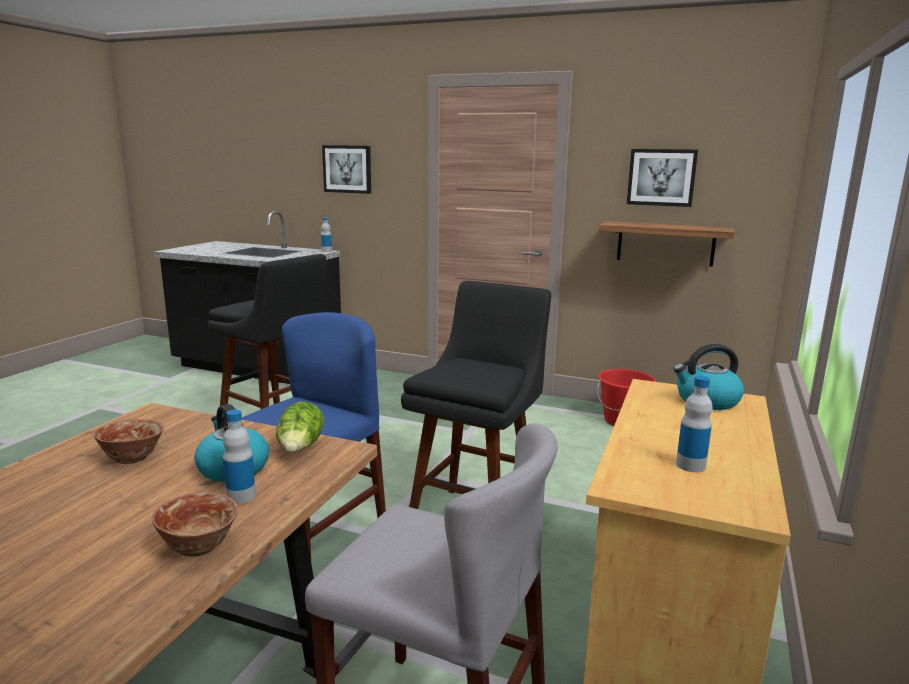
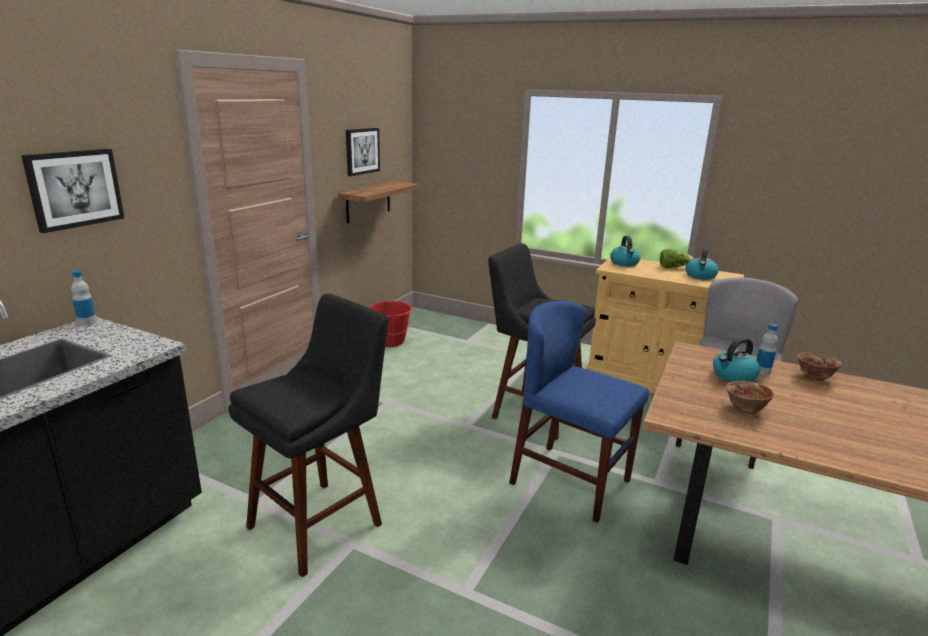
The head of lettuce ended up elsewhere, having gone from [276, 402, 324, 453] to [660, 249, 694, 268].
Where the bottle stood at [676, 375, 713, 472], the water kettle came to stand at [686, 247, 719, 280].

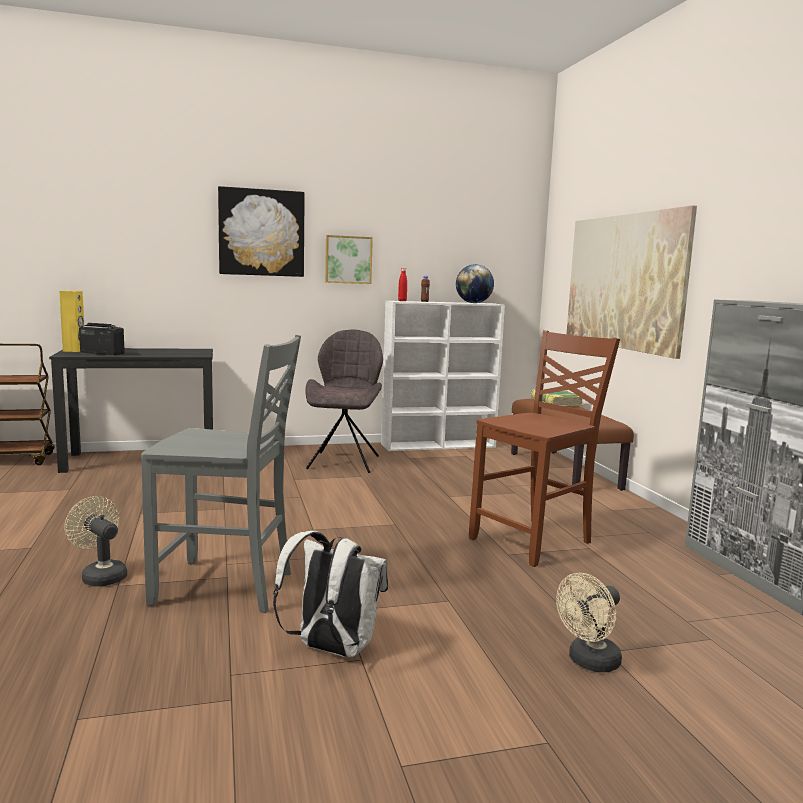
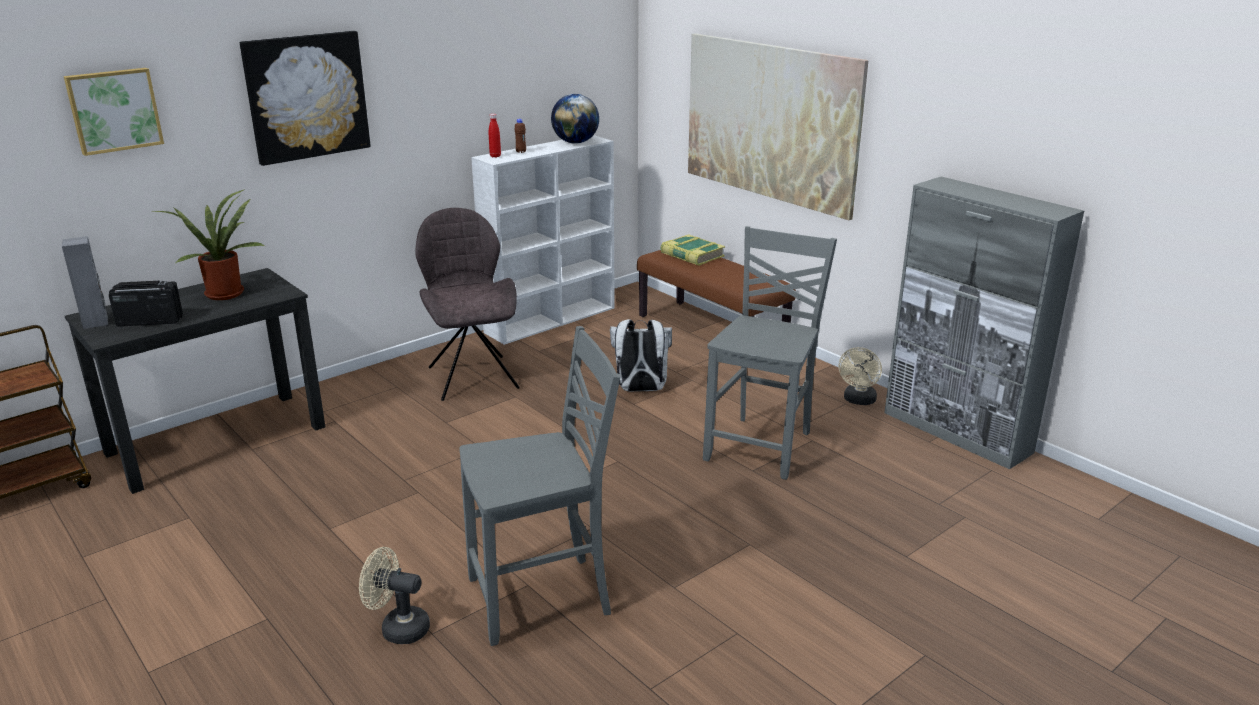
What was the yellow-coloured loudspeaker at [59, 291, 84, 352] turned into the gray loudspeaker at [62, 236, 108, 329].
The picture ended up elsewhere, having gone from [325, 235, 373, 284] to [64, 68, 164, 156].
The second view gained the houseplant at [151, 189, 266, 300].
The whitish rucksack ended up elsewhere, having gone from [273, 531, 388, 657] to [610, 319, 672, 391].
What was the brown-coloured upright chair at [469, 330, 620, 567] turned into the gray upright chair at [703, 226, 837, 480].
The beige-coloured electric fan ended up elsewhere, having gone from [556, 573, 622, 672] to [839, 347, 882, 405].

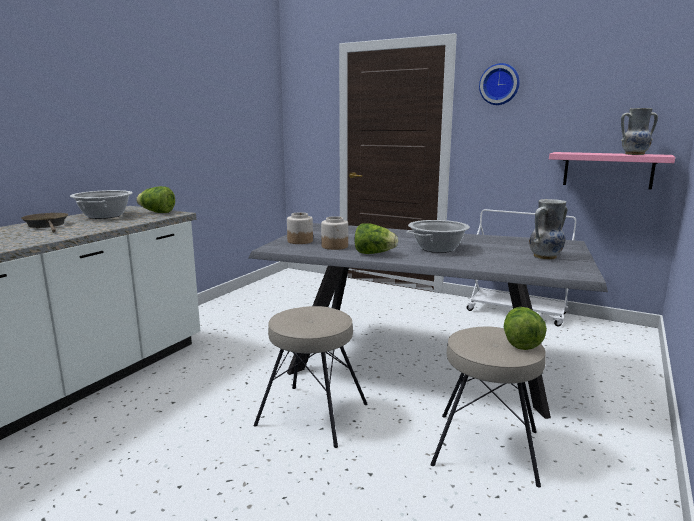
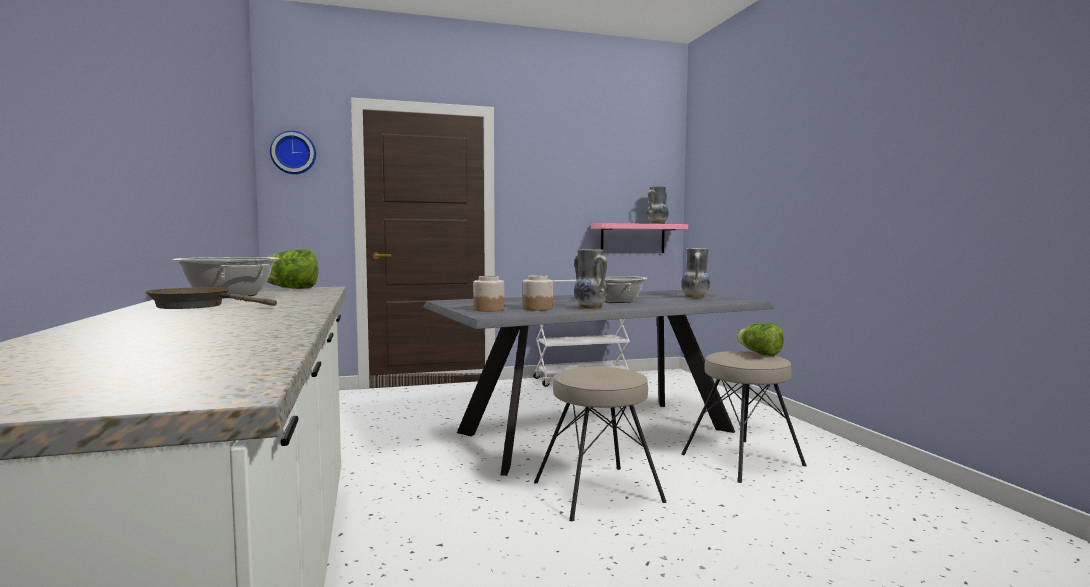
The clock on the wall ended up elsewhere, having gone from [479, 63, 520, 105] to [270, 131, 316, 174].
Where the head of lettuce stood at [355, 223, 398, 254], the decorative vase came to stand at [574, 249, 608, 309].

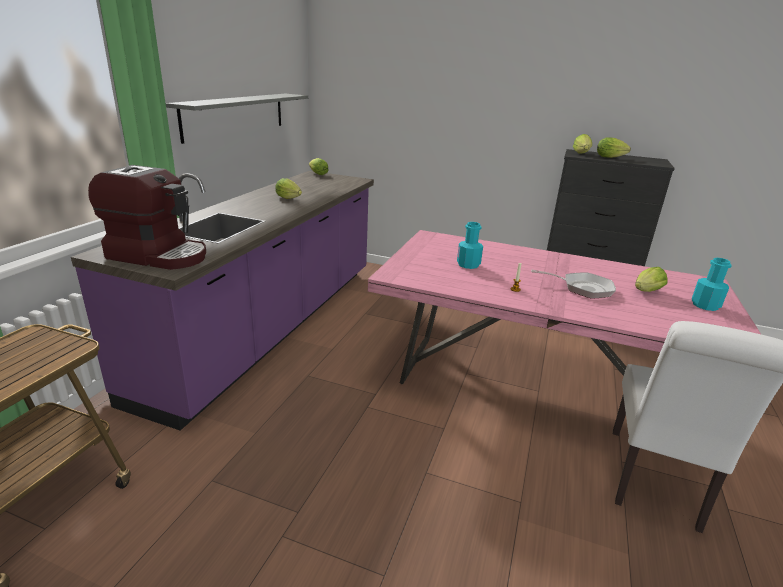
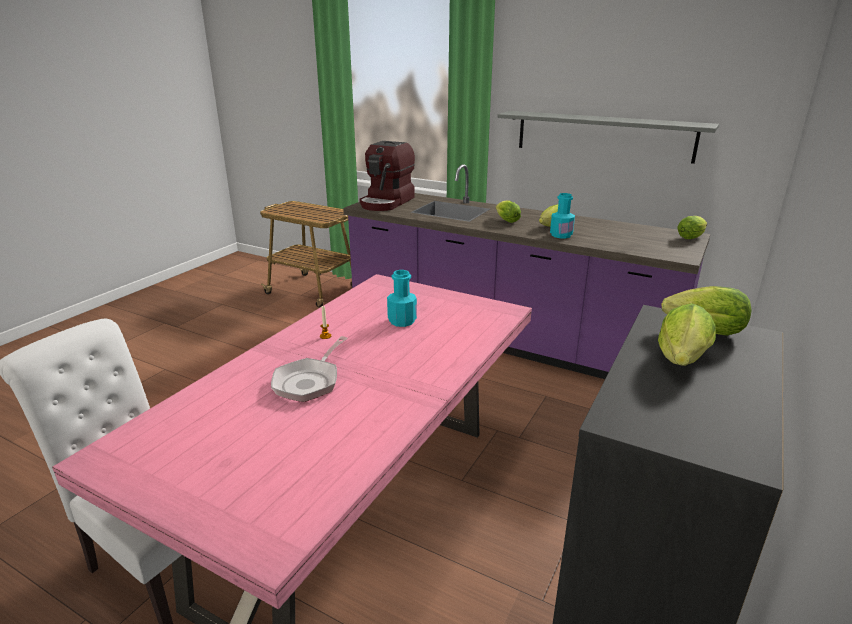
The head of lettuce ended up elsewhere, having gone from [635, 267, 668, 292] to [496, 200, 521, 223].
The turquoise-coloured bottle ended up elsewhere, having gone from [692, 258, 731, 311] to [550, 193, 575, 238].

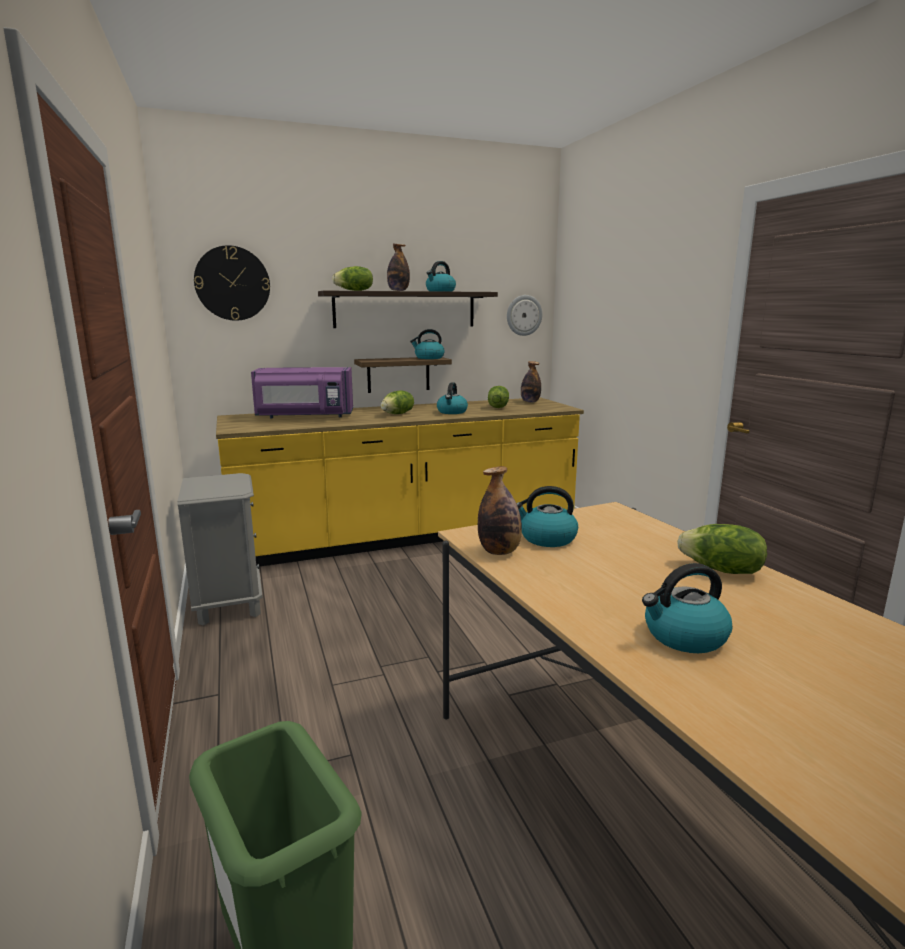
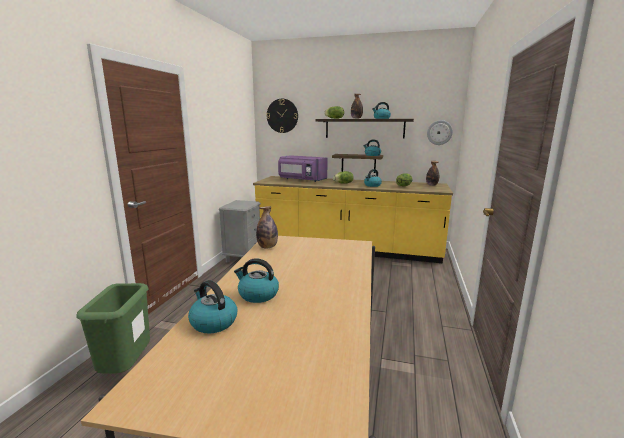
The water kettle ended up elsewhere, having gone from [516, 486, 578, 547] to [188, 280, 237, 334].
The second view lost the head of lettuce at [677, 524, 767, 574].

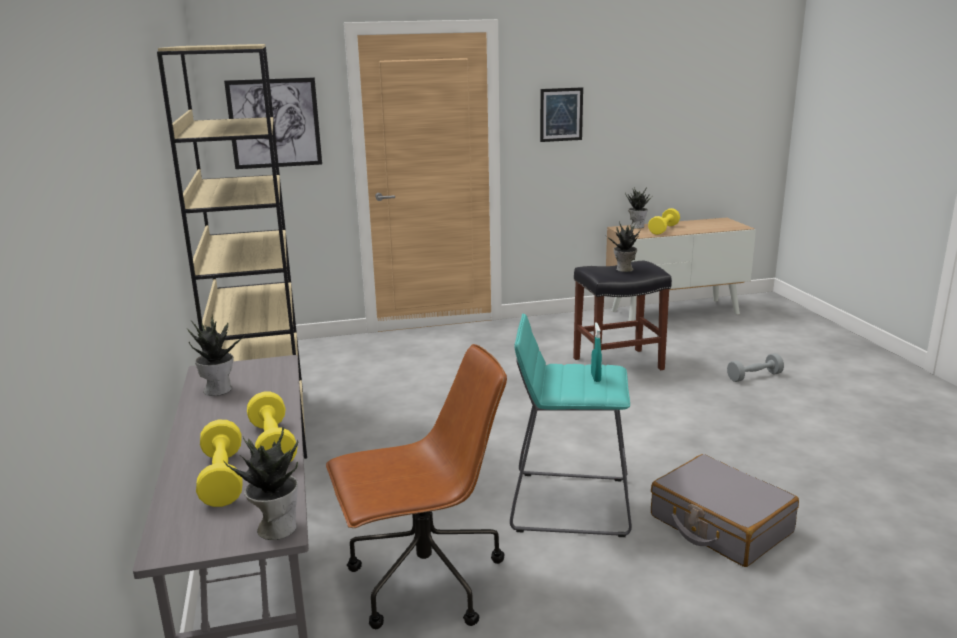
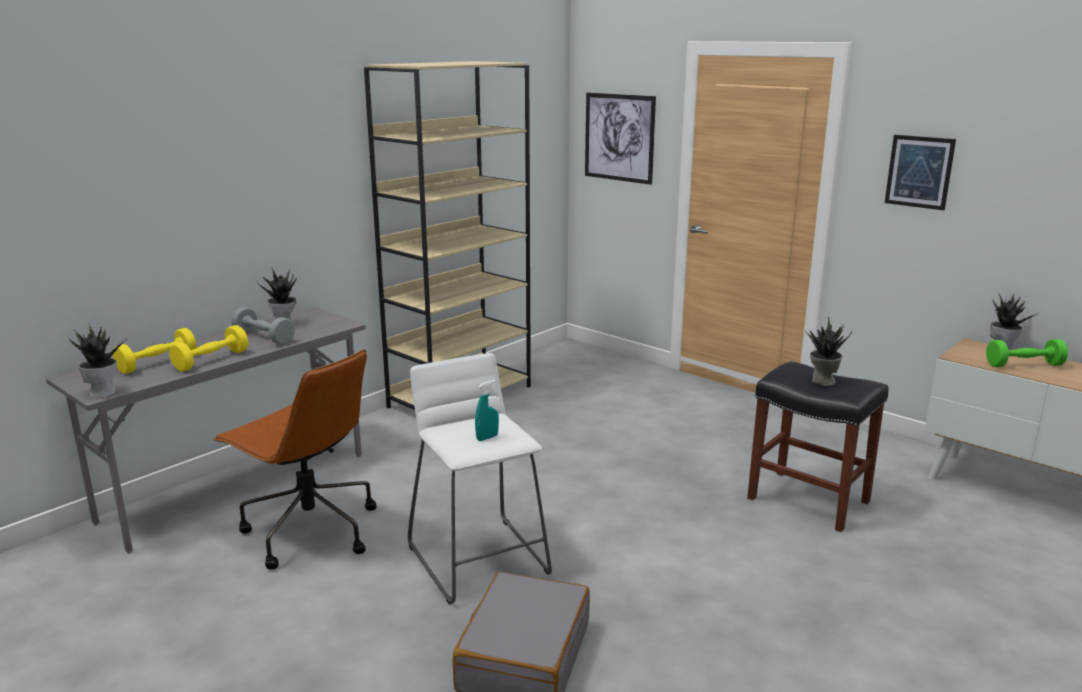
The gray dumbbell ended up elsewhere, having gone from [727, 353, 784, 382] to [231, 307, 295, 345].
What was the turquoise-coloured sitting stool at [510, 313, 632, 537] turned into the whitish sitting stool at [408, 353, 552, 605].
What was the yellow-coloured dumbbell at [648, 208, 680, 235] turned into the greenish dumbbell at [986, 339, 1068, 367].

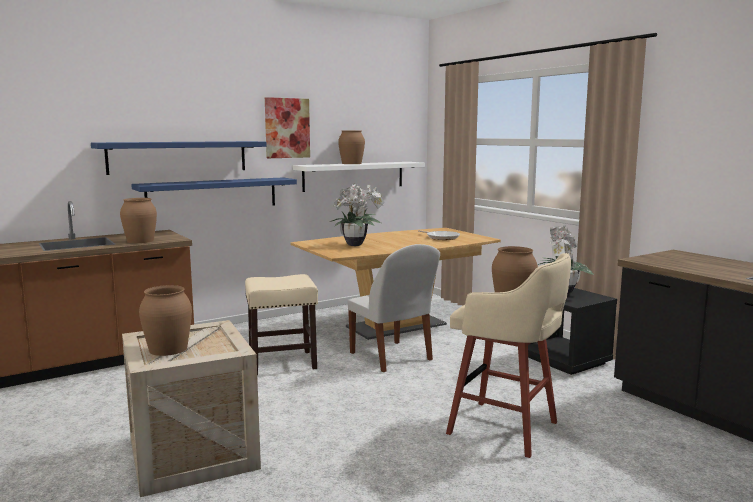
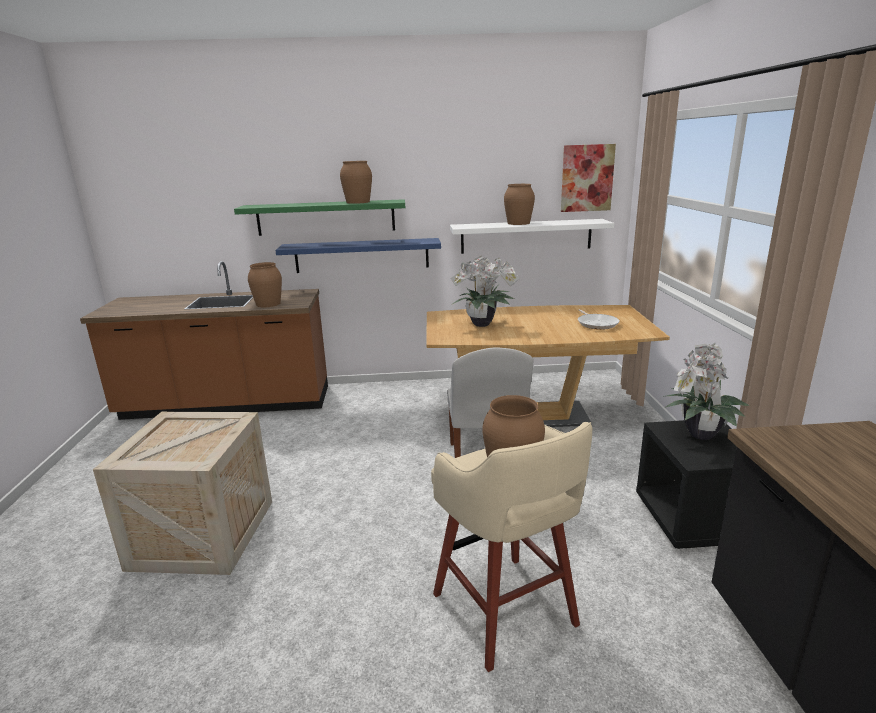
What was the blue bracket shelf at [91, 141, 267, 175] turned into the greenish bracket shelf at [234, 199, 405, 236].
The brown-coloured decorative vase ended up elsewhere, having gone from [139, 285, 192, 356] to [340, 161, 372, 204].
The picture ended up elsewhere, having gone from [265, 97, 310, 158] to [561, 144, 616, 212].
The second view lost the beige-coloured sitting stool at [245, 274, 318, 375].

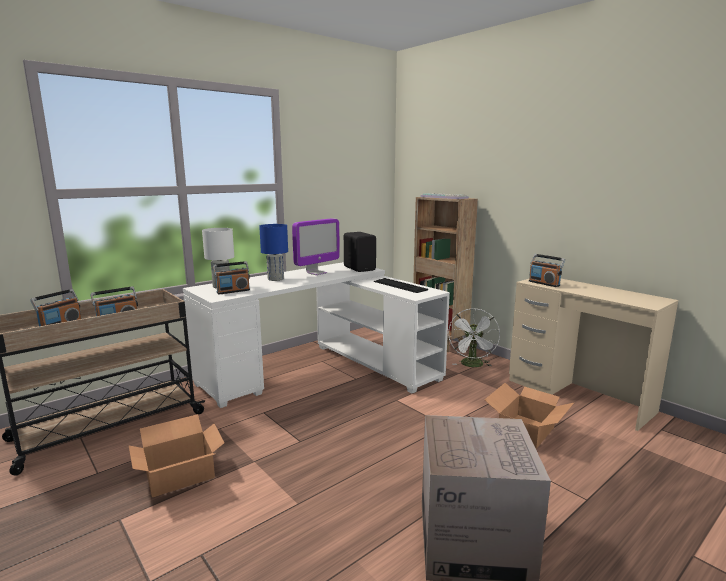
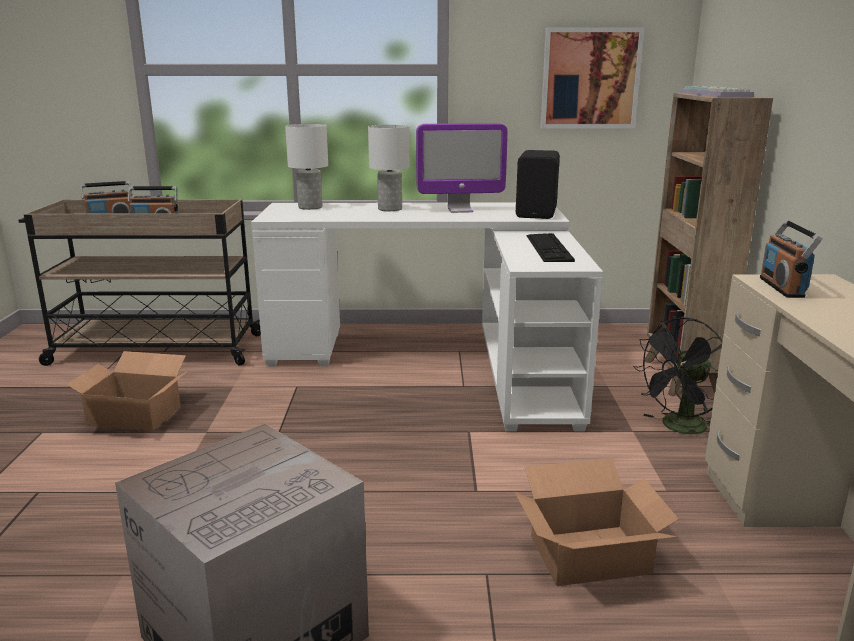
What was the blue lamp for a table at [259, 224, 288, 281] turned into the whitish lamp for a table at [368, 125, 410, 211].
The second view gained the picture at [541, 27, 644, 128].
What was the whitish electric fan at [448, 308, 500, 367] turned into the black-coloured electric fan at [633, 317, 722, 434].
The second view lost the radio receiver at [213, 261, 250, 294].

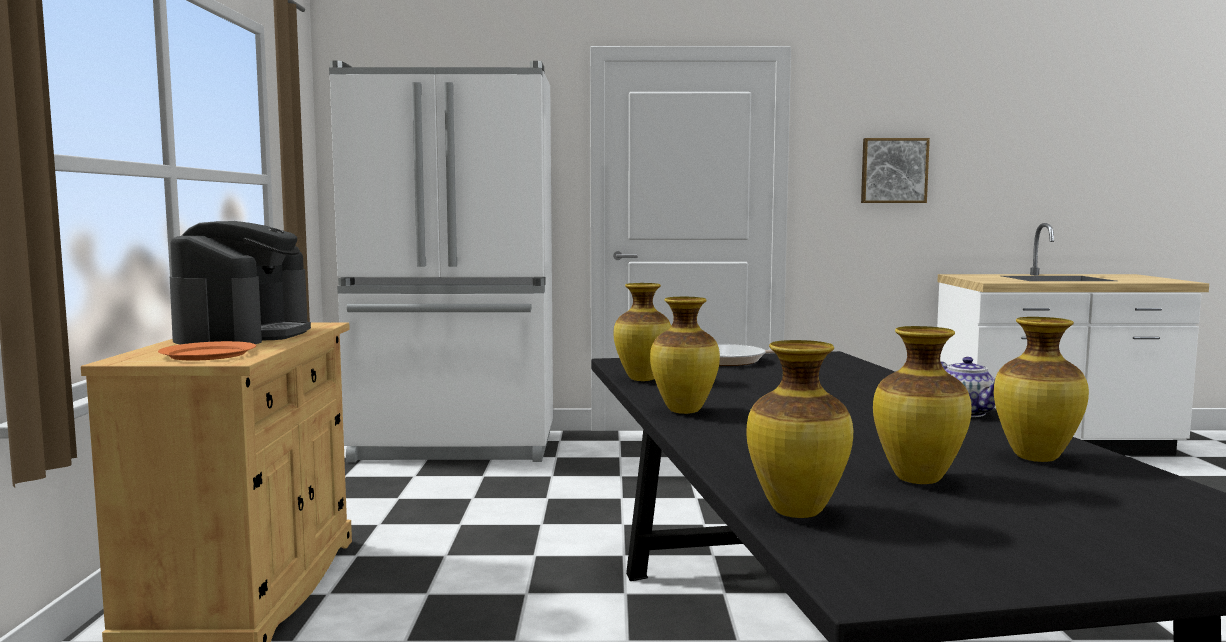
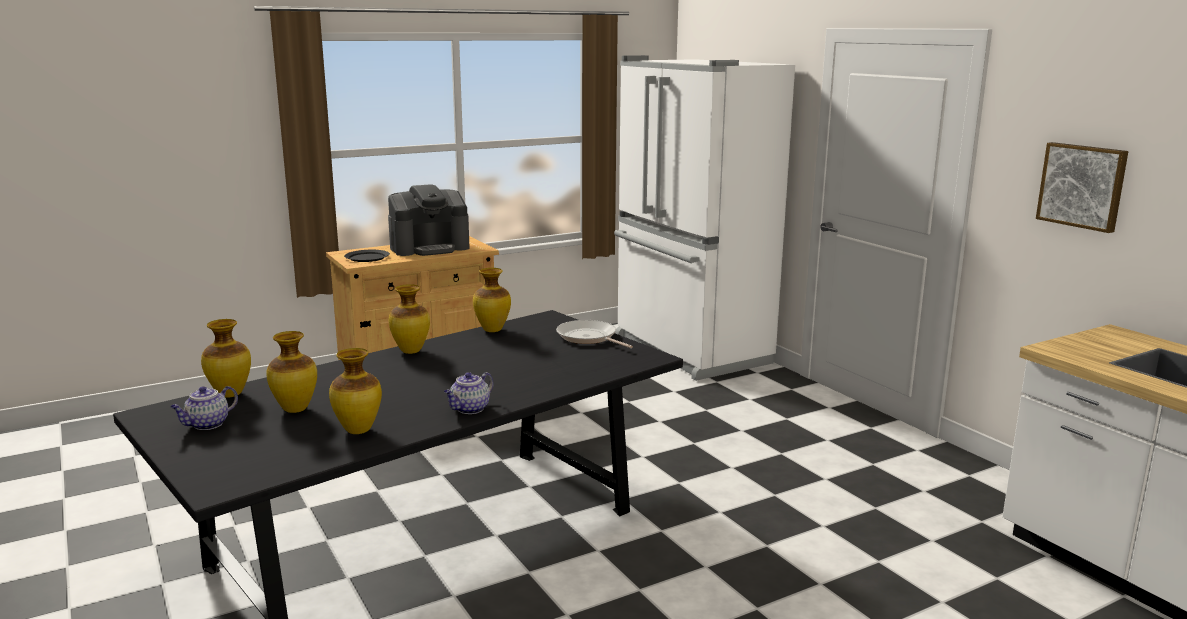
The second view gained the tea pot at [170, 386, 238, 430].
What was the orange-coloured flat dish at [158, 341, 256, 360] turned into the black-coloured flat dish at [344, 250, 390, 262].

